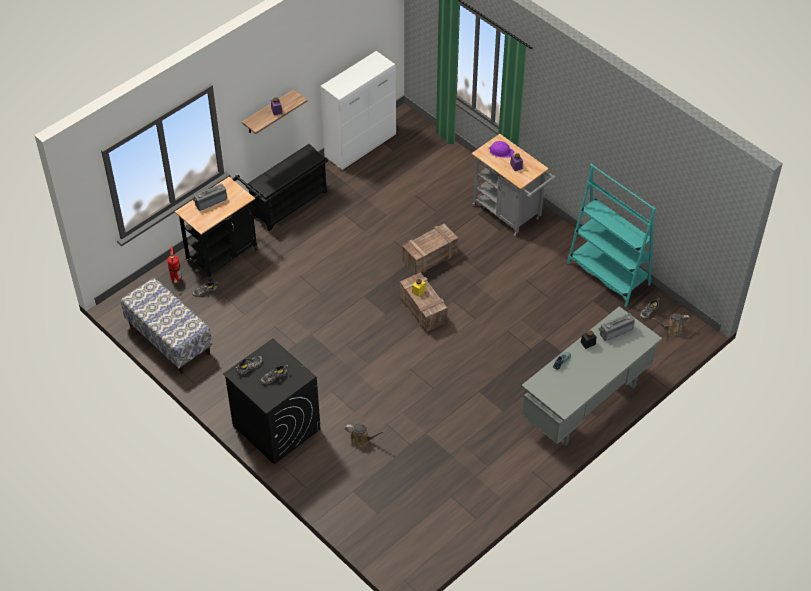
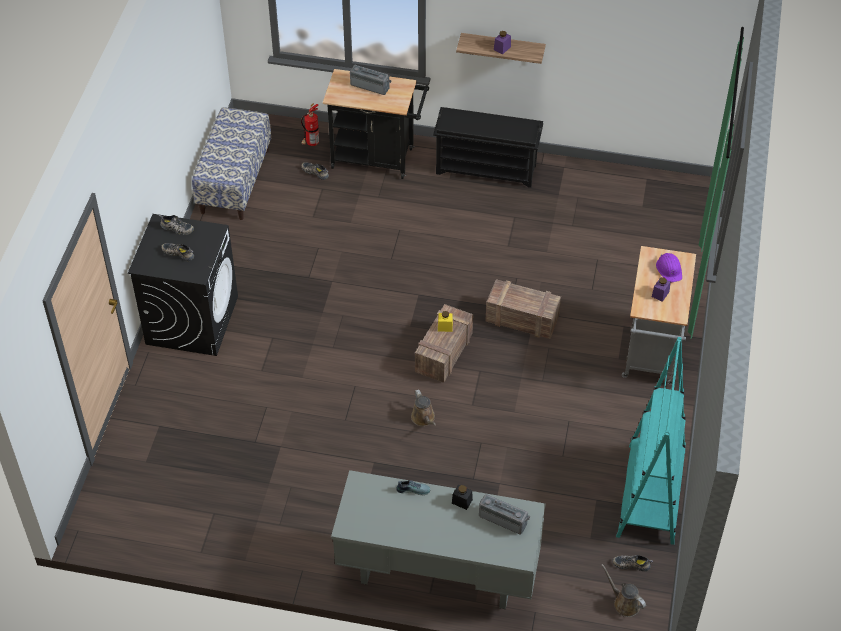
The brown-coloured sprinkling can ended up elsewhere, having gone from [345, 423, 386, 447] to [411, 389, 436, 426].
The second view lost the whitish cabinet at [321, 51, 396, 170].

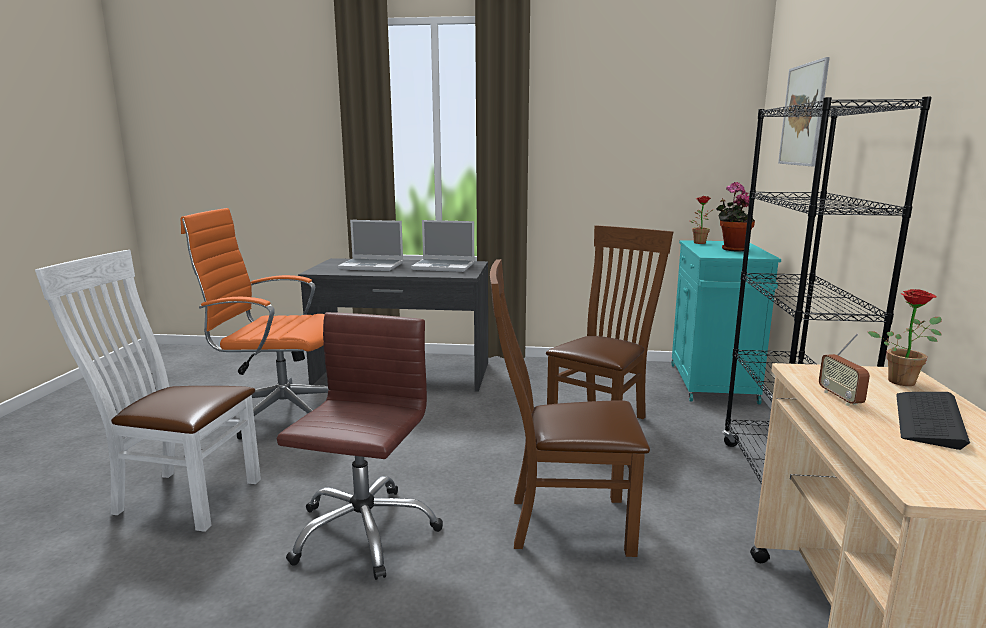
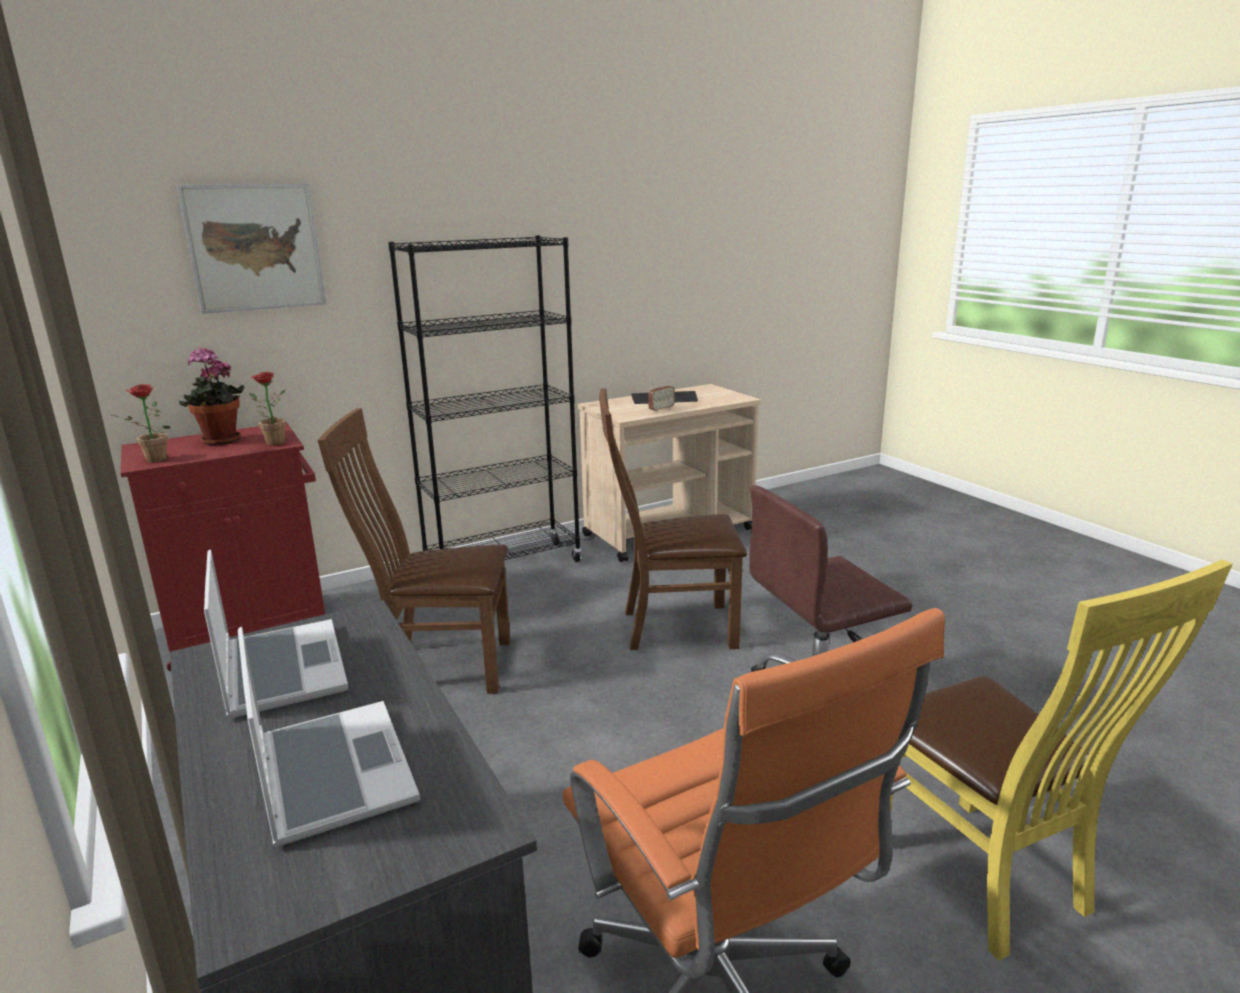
What was the turquoise-coloured cabinet at [671, 240, 781, 404] turned into the red-coloured cabinet at [120, 423, 325, 671].
The houseplant ended up elsewhere, having gone from [868, 289, 942, 386] to [249, 372, 286, 446].
The brown-coloured upright chair at [490, 259, 650, 557] ended up facing another way, 120 degrees clockwise from before.
What was the whitish upright chair at [35, 250, 261, 532] turned into the yellow-coloured upright chair at [890, 560, 1232, 960].

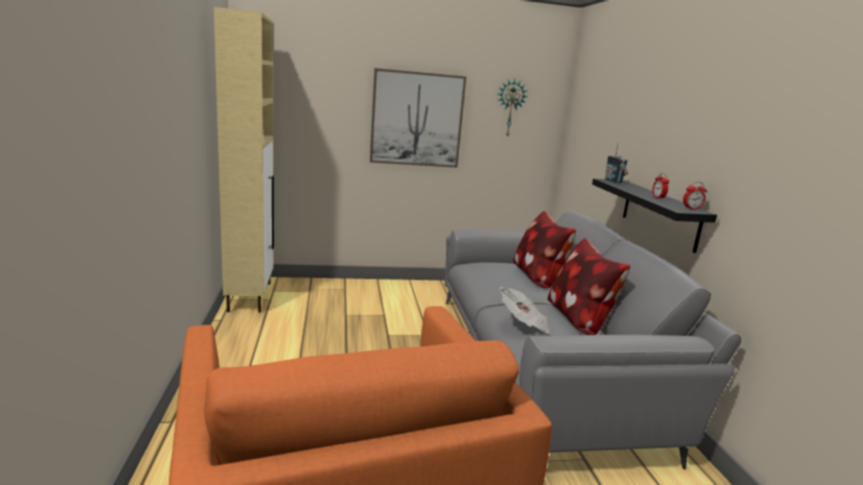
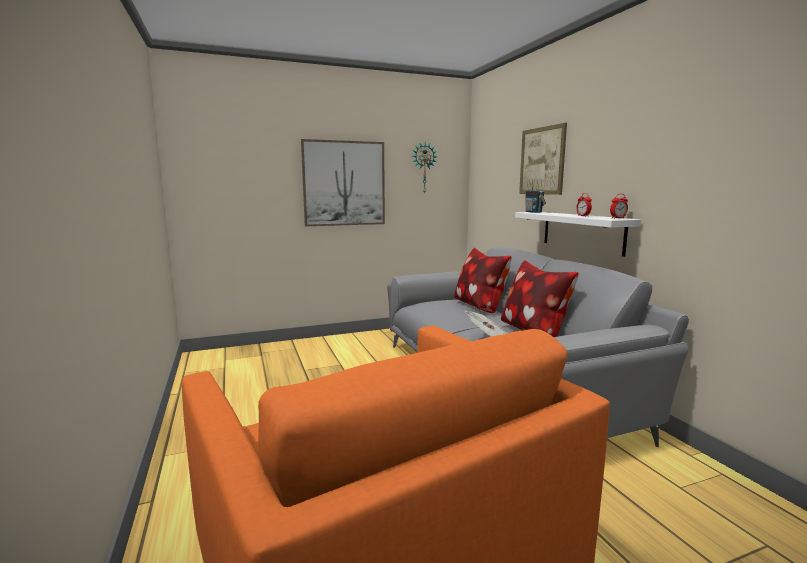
What was the black-coloured bracket shelf at [592, 179, 717, 253] turned into the whitish bracket shelf at [515, 212, 641, 257].
The second view gained the picture at [519, 123, 567, 195].
The second view lost the beige-coloured cabinet at [214, 7, 274, 313].

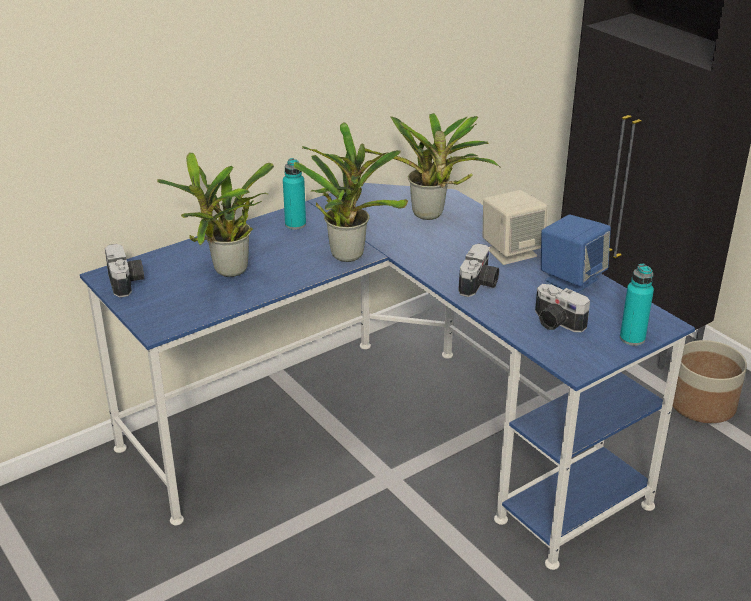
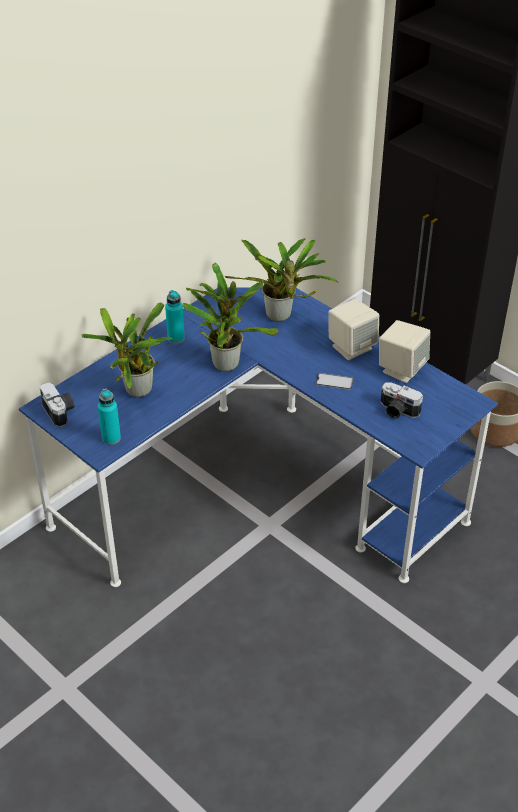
The turquoise-coloured bottle ended up elsewhere, having gone from [620, 264, 654, 346] to [98, 388, 121, 445].
Where the photo camera stood at [458, 244, 499, 297], the telephone came to stand at [316, 373, 353, 390].
What was the blue loudspeaker at [541, 215, 611, 293] turned into the beige-coloured loudspeaker at [379, 320, 430, 383].

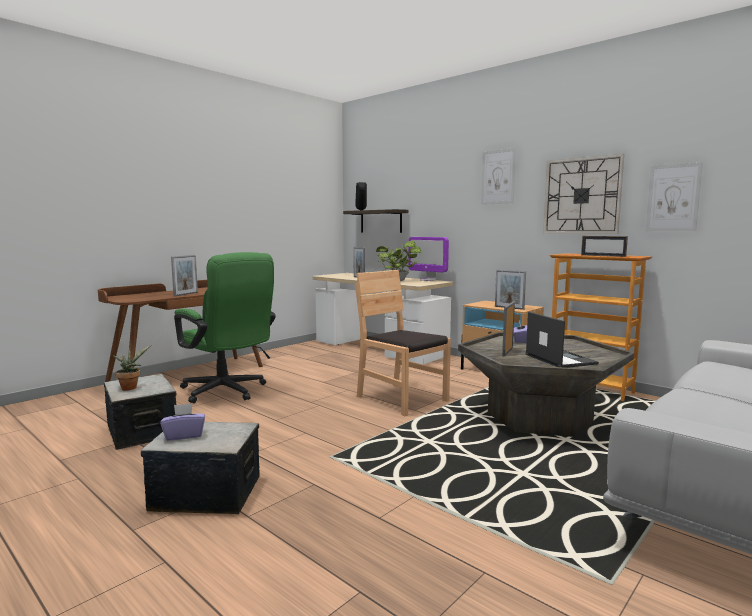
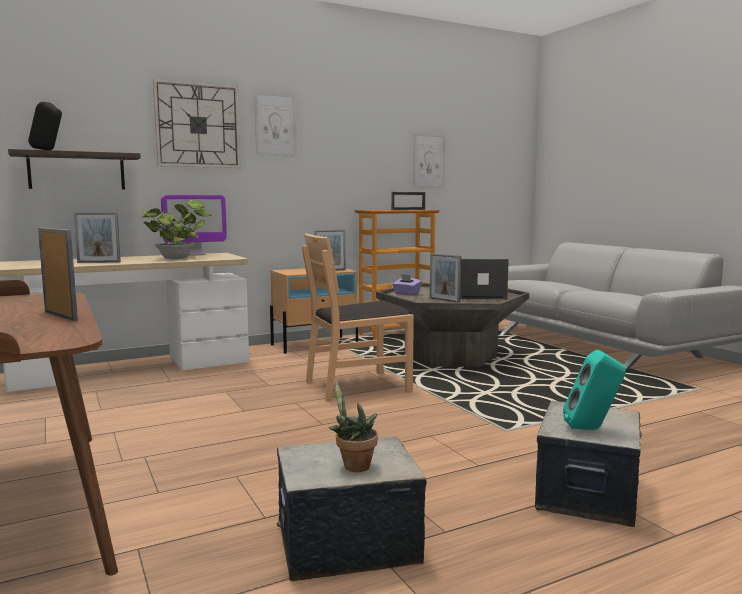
The clock on the wall ended up elsewhere, having gone from [543, 154, 624, 234] to [153, 79, 241, 168].
Where the purple box of tissues stood at [160, 403, 205, 441], the turquoise-coloured loudspeaker came to stand at [563, 350, 626, 430].
The second view lost the greenish desk chair at [174, 252, 276, 403].

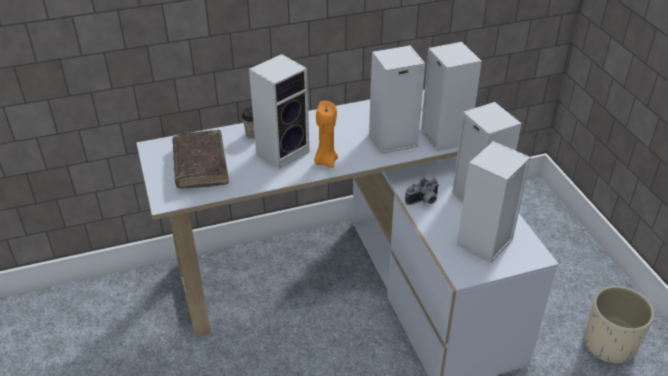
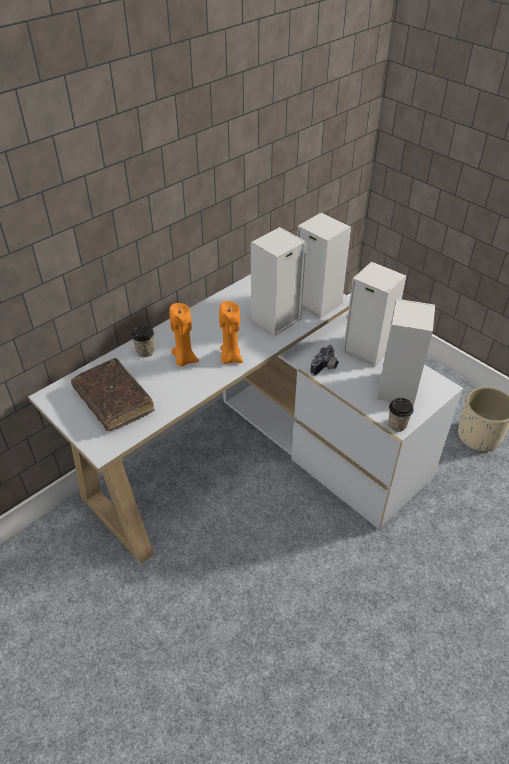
Where the loudspeaker stood at [249, 54, 309, 169], the orange-coloured wax light came to stand at [169, 303, 199, 367].
The second view gained the small cup at [388, 398, 414, 432].

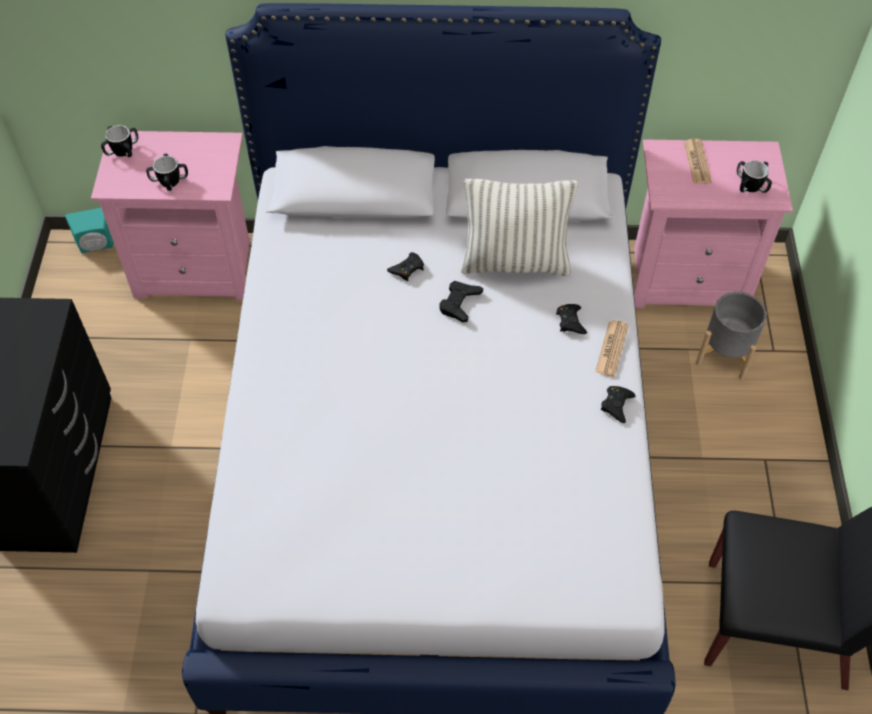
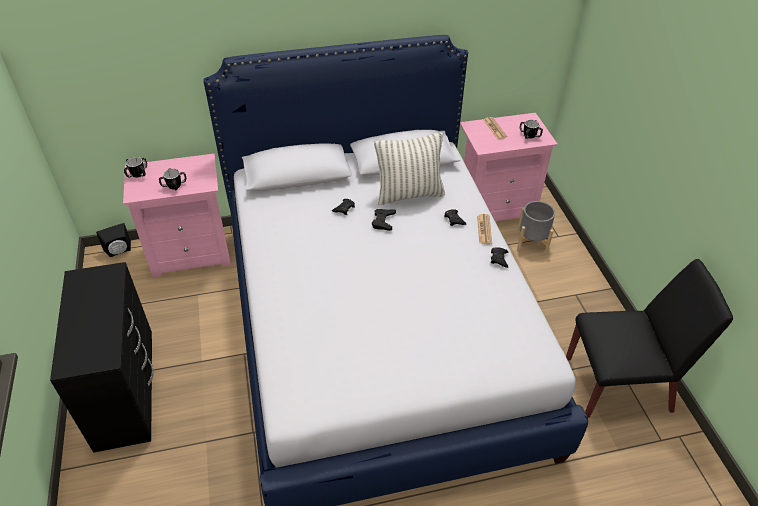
What was the turquoise-coloured loudspeaker at [65, 208, 114, 253] turned into the black-coloured loudspeaker at [96, 223, 131, 257].

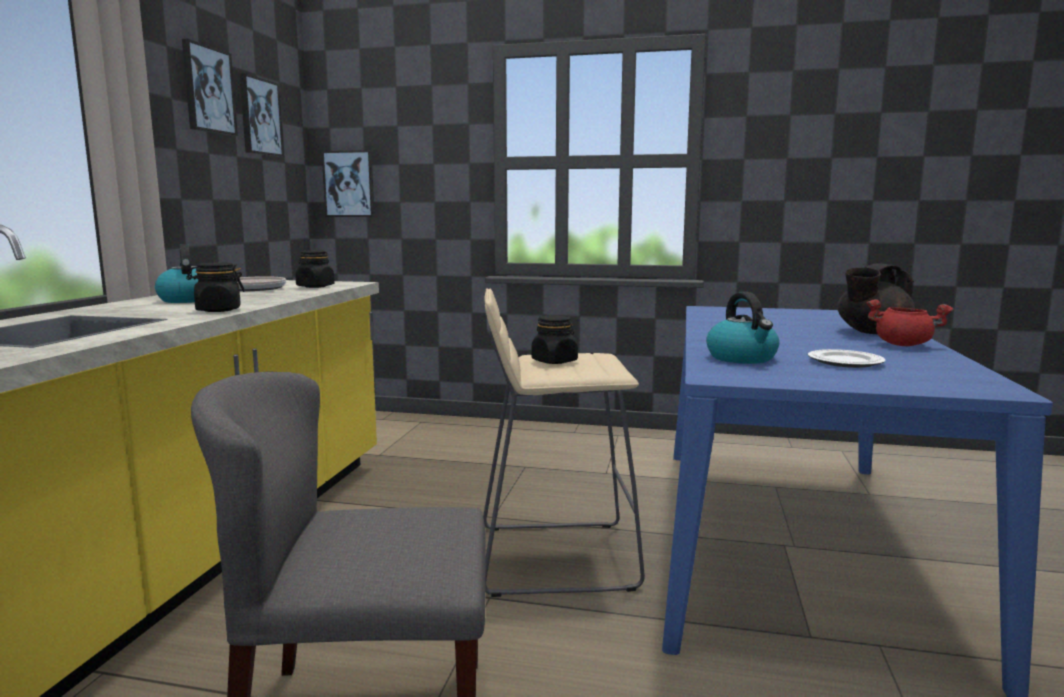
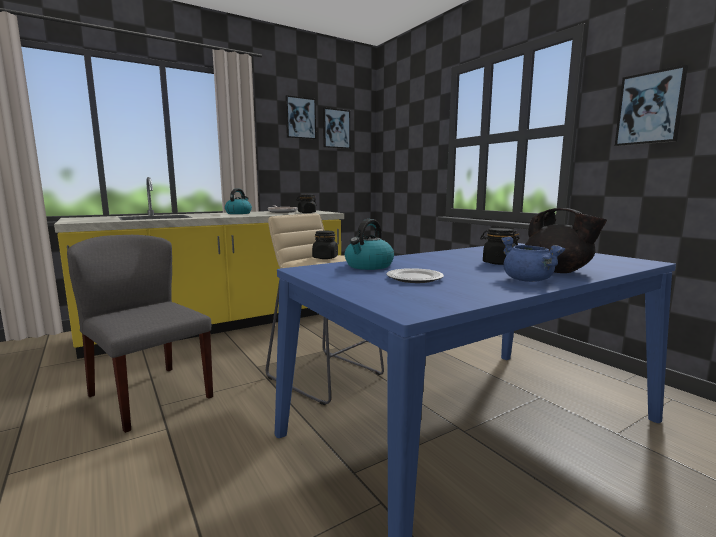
The black-coloured jar ended up elsewhere, having gone from [186, 263, 245, 312] to [480, 228, 519, 265].
What was the red-coloured stockpot at [867, 299, 953, 346] turned into the blue stockpot at [501, 236, 565, 282].
The black-coloured tea pot at [837, 263, 916, 334] ended up facing another way, 150 degrees counterclockwise from before.
The picture ended up elsewhere, having gone from [322, 150, 374, 217] to [615, 65, 688, 146].

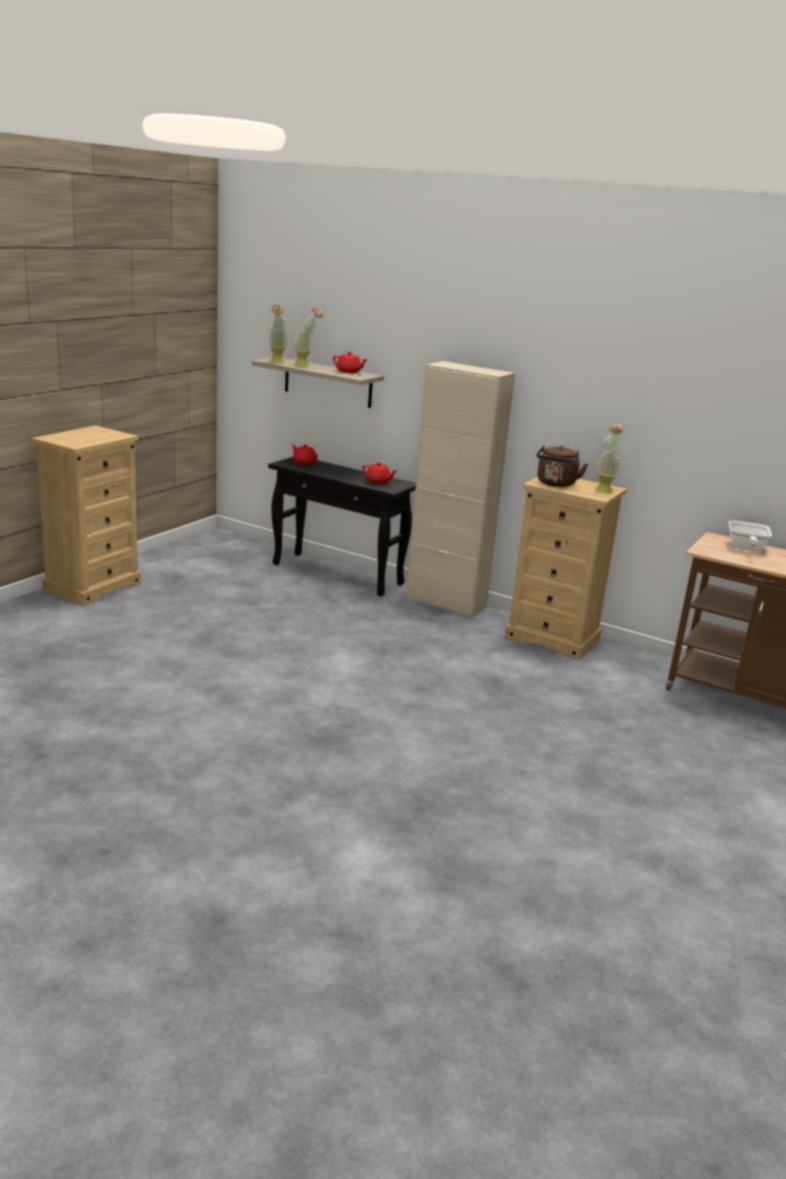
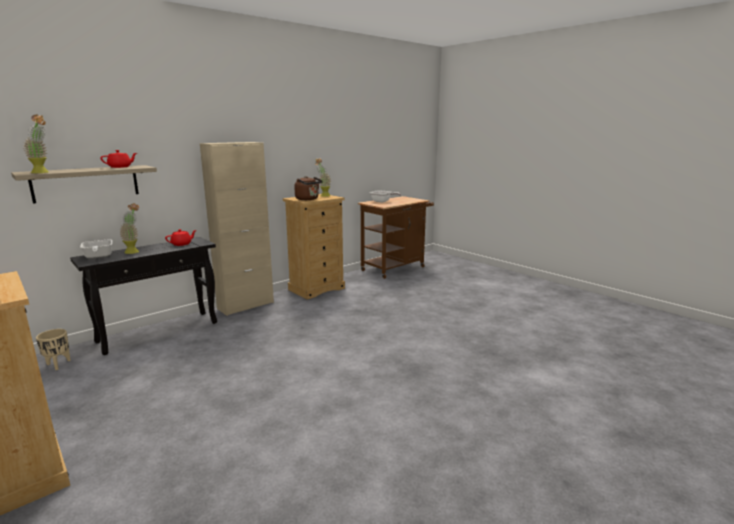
The second view gained the beige-coloured planter at [36, 329, 71, 370].
Where the red-coloured tea pot stood at [292, 444, 318, 465], the pan came to stand at [80, 239, 112, 259].
The houseplant ended up elsewhere, having gone from [294, 308, 323, 367] to [120, 203, 139, 254].

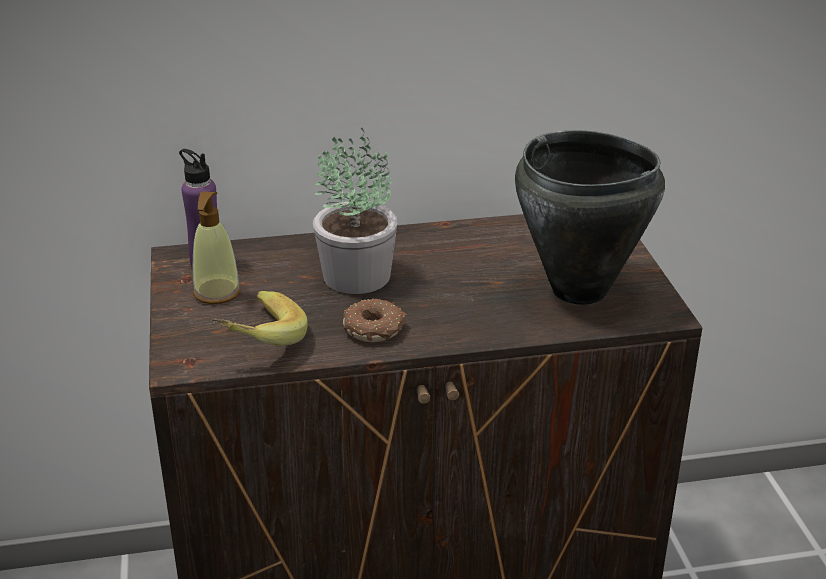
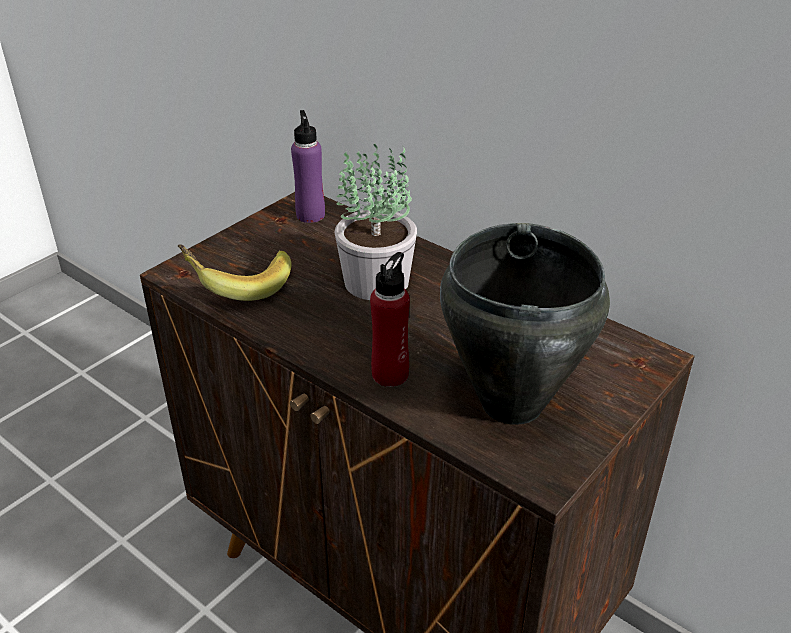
The second view gained the red-coloured bottle at [370, 252, 410, 387].
The second view lost the liquid soap bottle at [193, 191, 241, 304].
The second view lost the doughnut at [343, 299, 407, 342].

